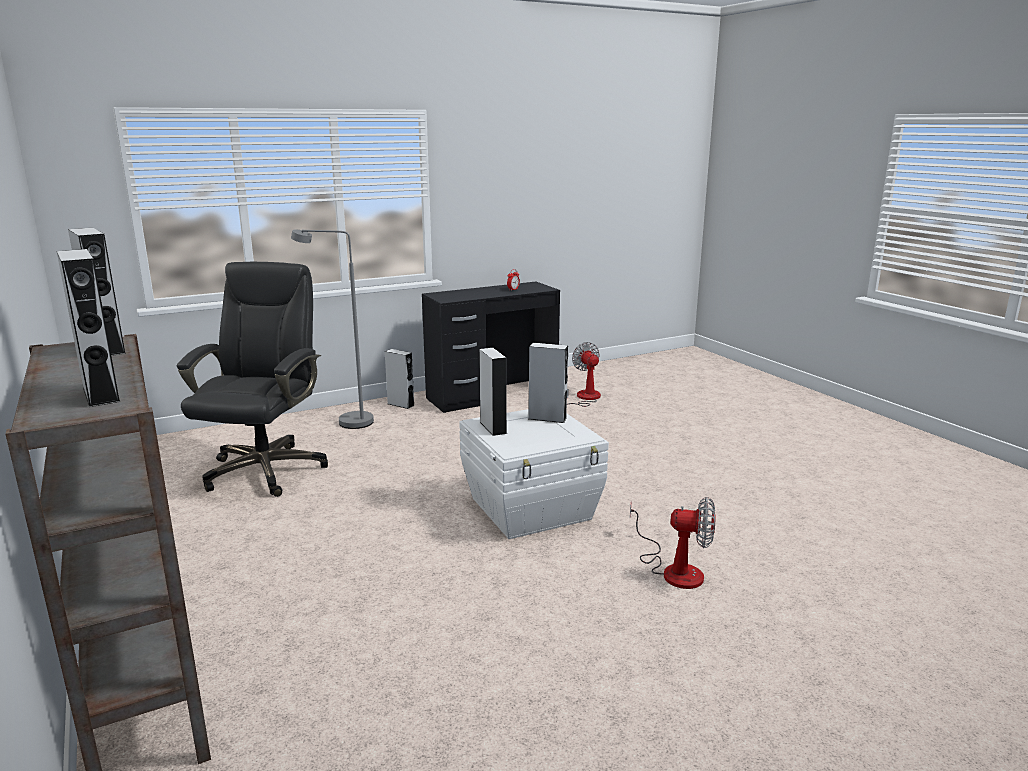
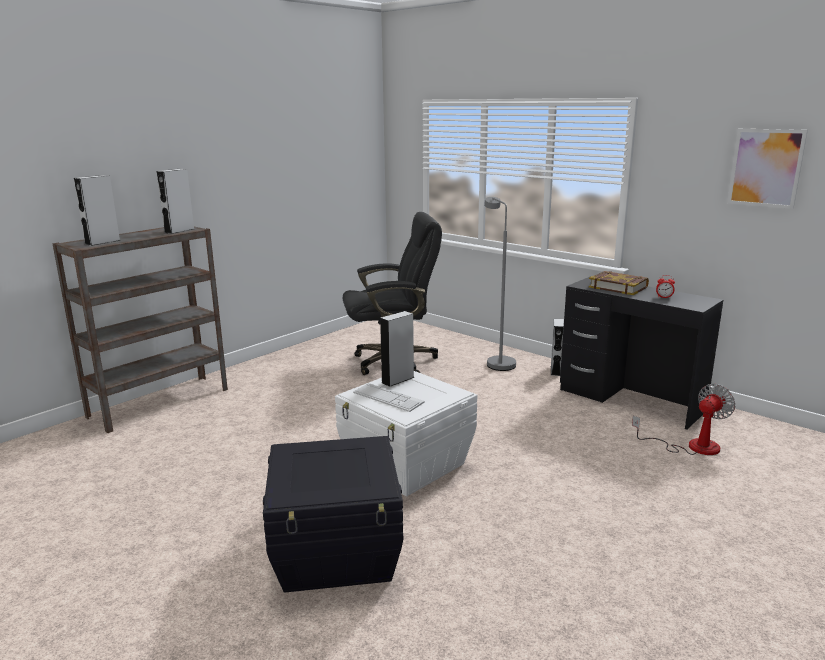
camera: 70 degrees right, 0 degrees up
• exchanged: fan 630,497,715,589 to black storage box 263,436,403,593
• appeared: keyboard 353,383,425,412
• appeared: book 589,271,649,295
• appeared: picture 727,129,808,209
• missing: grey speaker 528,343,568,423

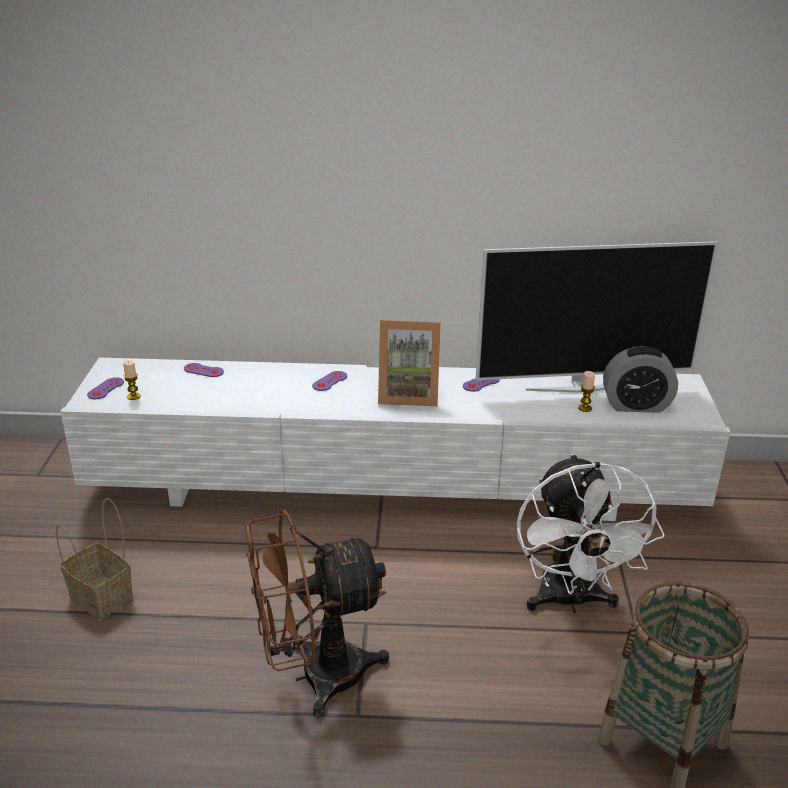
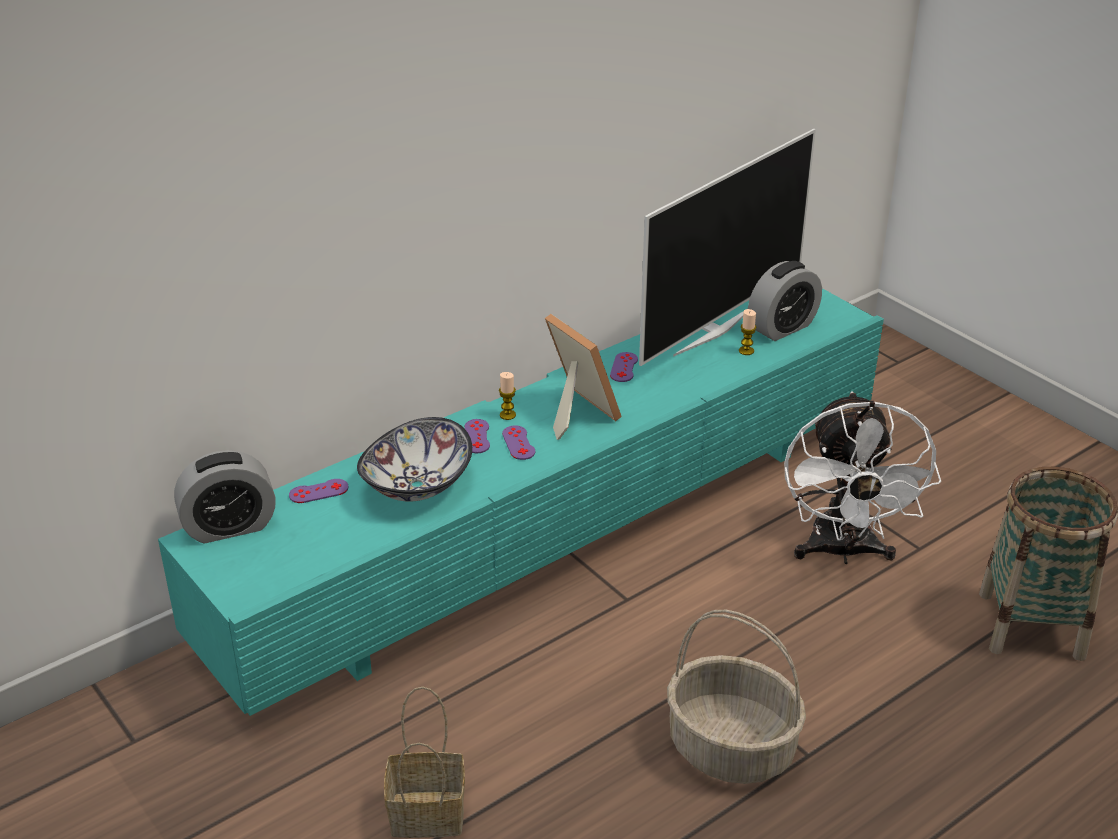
camera: 40 degrees left, 5 degrees up
• colour: white tv stand 60,358,731,521 to turquoise tv stand 158,288,884,716
• appeared: alarm clock 174,450,276,544
• appeared: bowl 357,417,472,502
• relocated: candle 123,360,141,400 to 499,372,516,420
• relocated: purple game controller 87,377,124,399 to 502,425,535,460
• spun: picture frame 378,320,441,406 = 545,314,622,440 90 degrees counterclockwise
• exchanged: brown fan 245,510,389,718 to basket 667,610,806,784
• spun: white fan 517,454,665,614 = 784,391,941,564 45 degrees clockwise

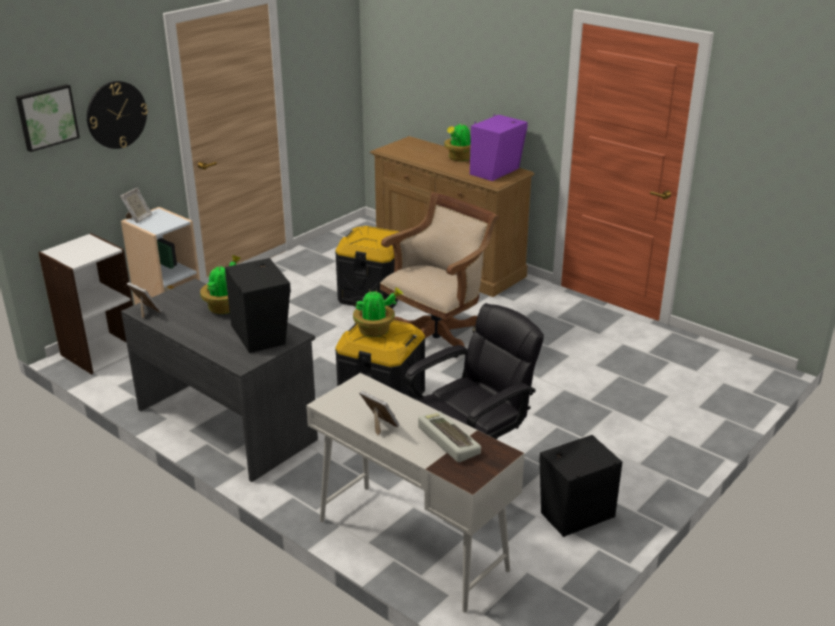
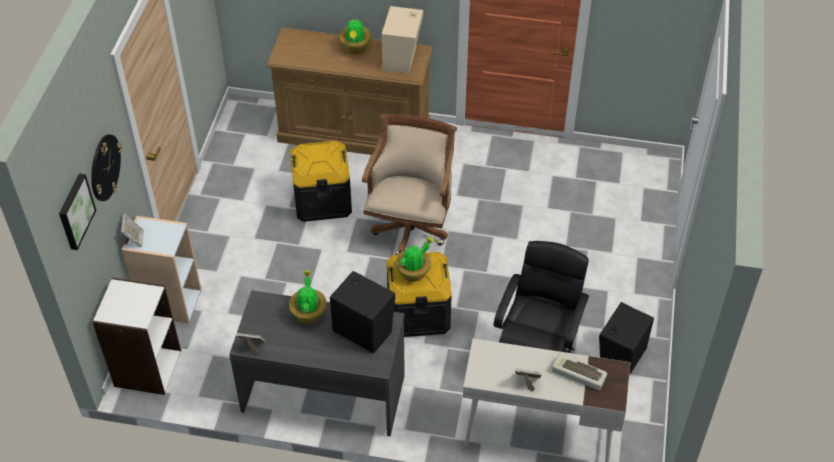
camera: 30 degrees left, 20 degrees up
• colour: purple speaker 470,114,528,181 to beige speaker 382,6,423,74

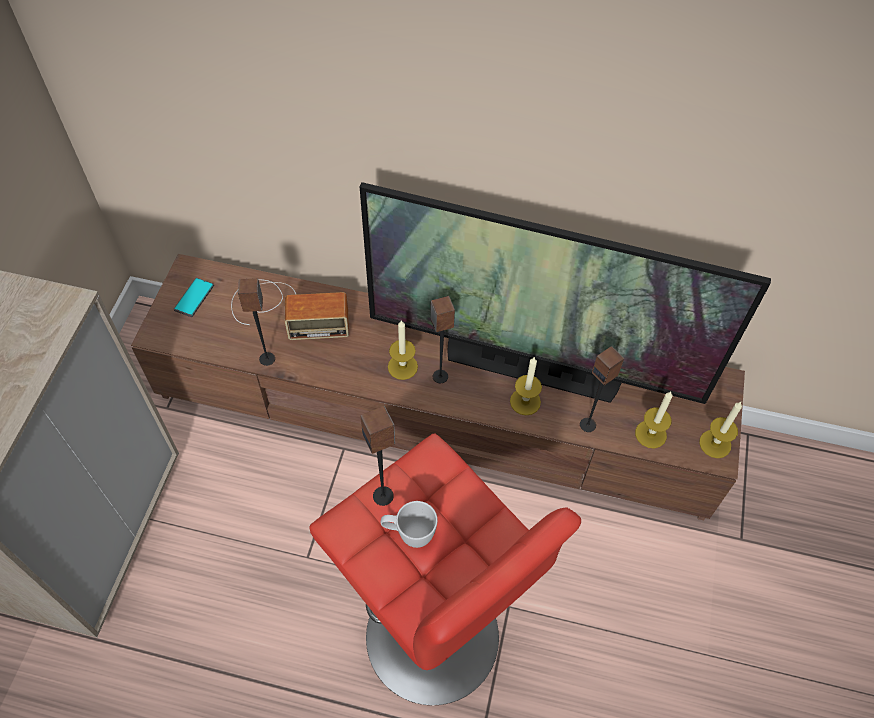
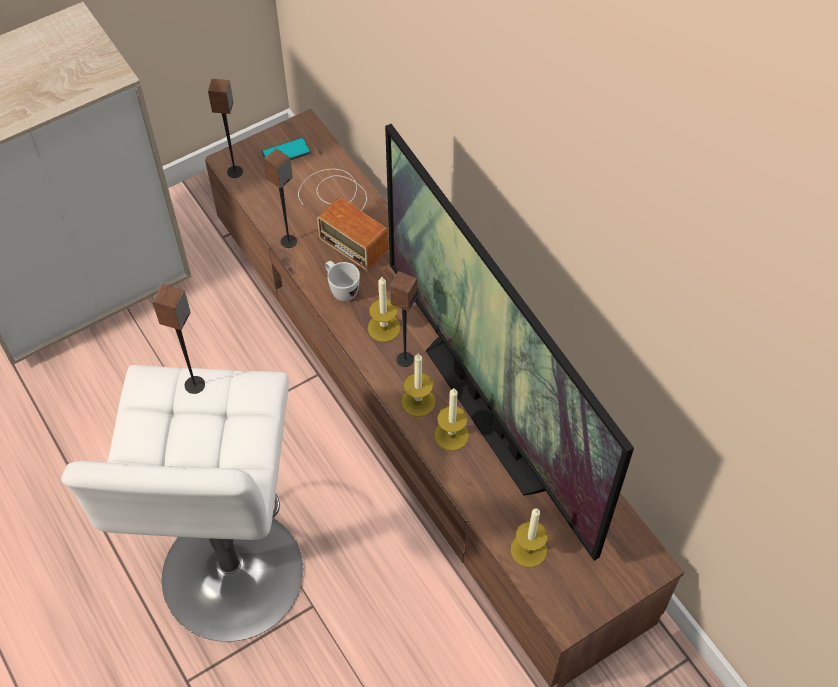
camera: 45 degrees right, 0 degrees up
• colour: red stool 310,434,581,705 to white stool 61,365,303,642
• relocated: speaker 580,346,624,432 to 208,79,243,178
• relocated: white mug 381,501,438,548 to 325,261,360,301
• relocated: candle 699,402,742,458 to 401,353,435,417

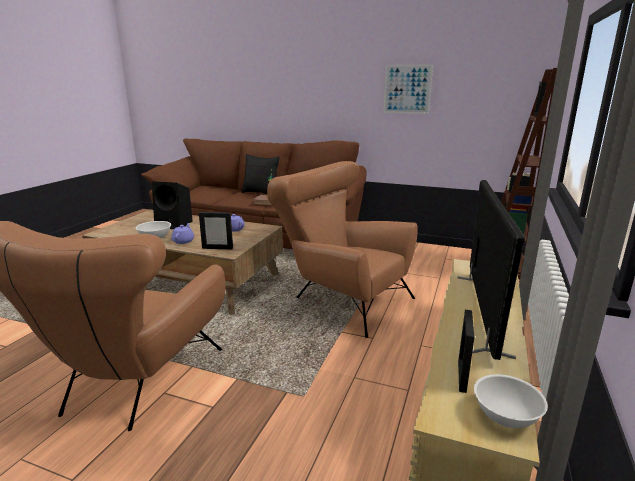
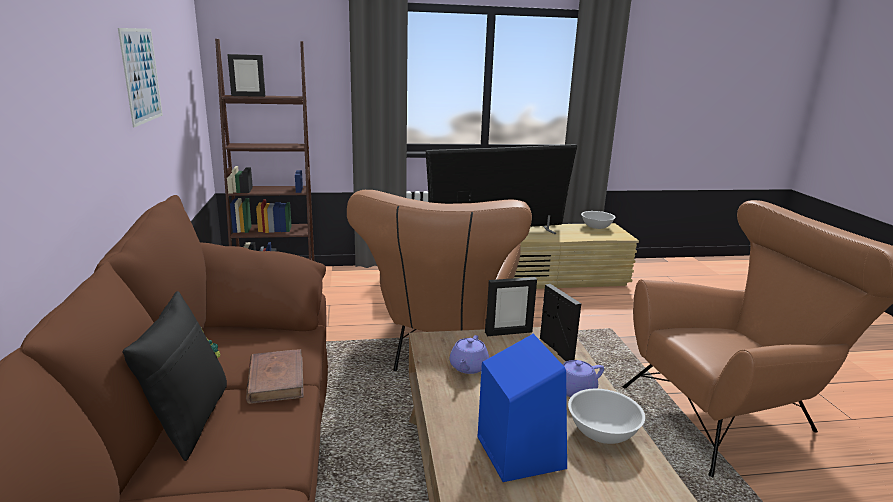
camera: 120 degrees left, 0 degrees up
• colour: black speaker 152,181,193,229 to blue speaker 478,334,567,482
• relocated: picture frame 458,310,474,393 to 485,277,537,336

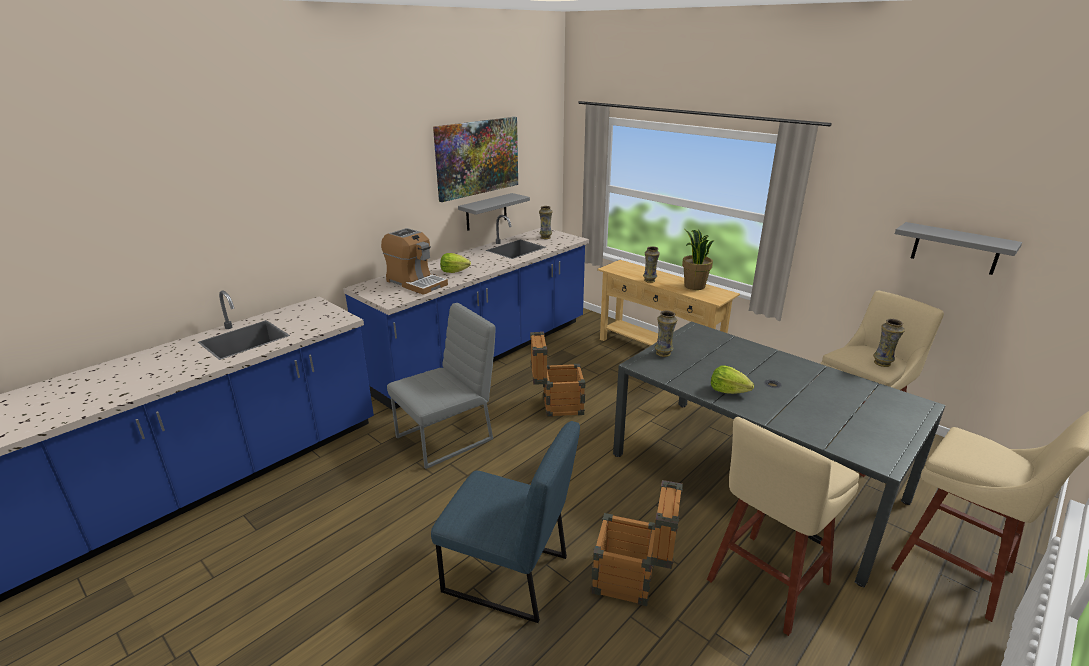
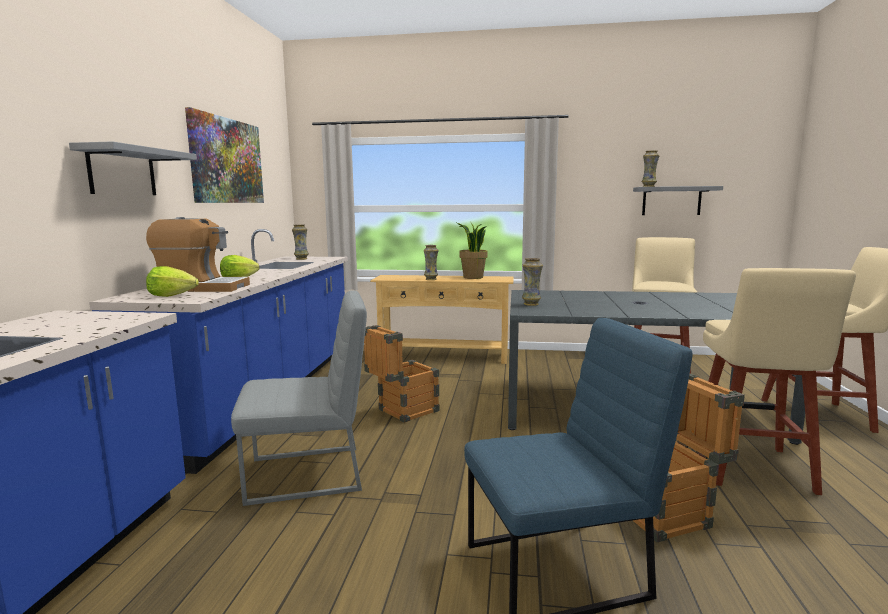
camera: 35 degrees left, 15 degrees down
• relocated: grey shelf 458,193,530,231 to 69,141,197,195
• relocated: lettuce 711,365,754,394 to 146,266,199,297
• spun: grey chair 387,303,496,469 = 231,290,367,506 60 degrees clockwise
• relocated: vase 873,319,905,367 to 641,150,659,187

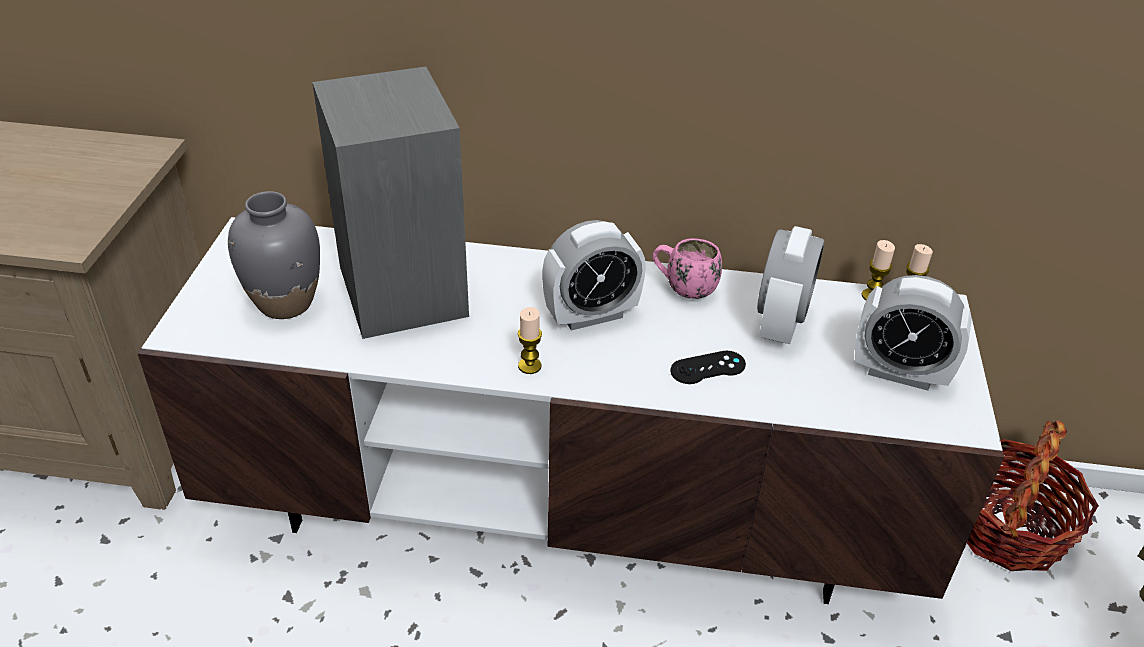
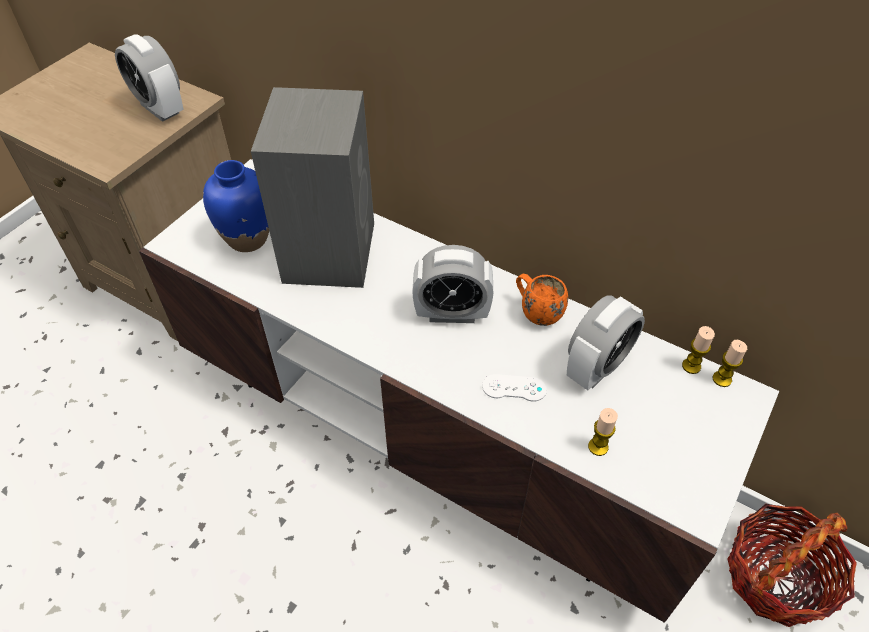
camera: 25 degrees right, 10 degrees up
• relocated: alarm clock 855,275,972,391 to 115,34,184,122
• colour: grey vase 228,191,320,319 to blue vase 203,160,269,252
• colour: black game controller 671,351,746,384 to white game controller 482,374,547,402
• colour: pink mug 653,238,722,299 to orange mug 516,274,568,326
• relocated: candle 518,307,542,374 to 588,408,618,456

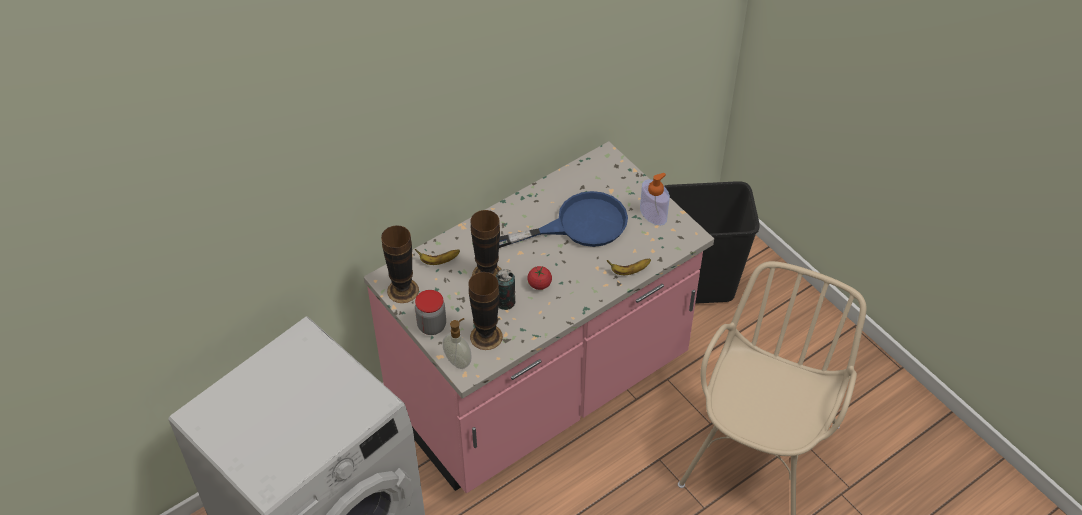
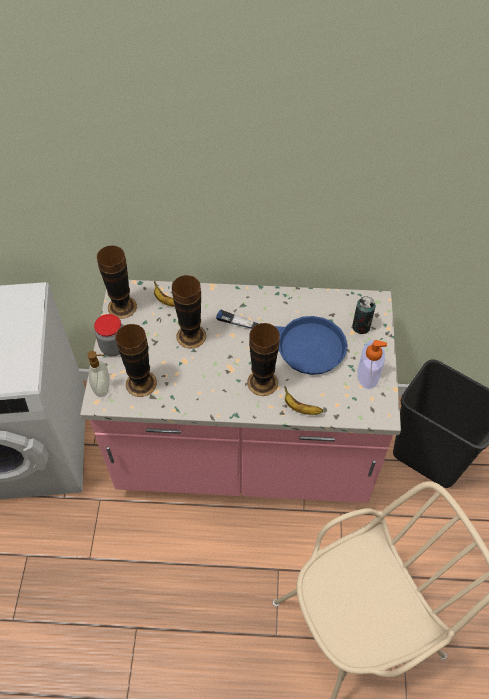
camera: 40 degrees right, 5 degrees up
• appeared: vase 247,323,280,396
• relocated: can 496,269,515,310 to 352,296,376,334
• missing: tomato 527,266,552,290

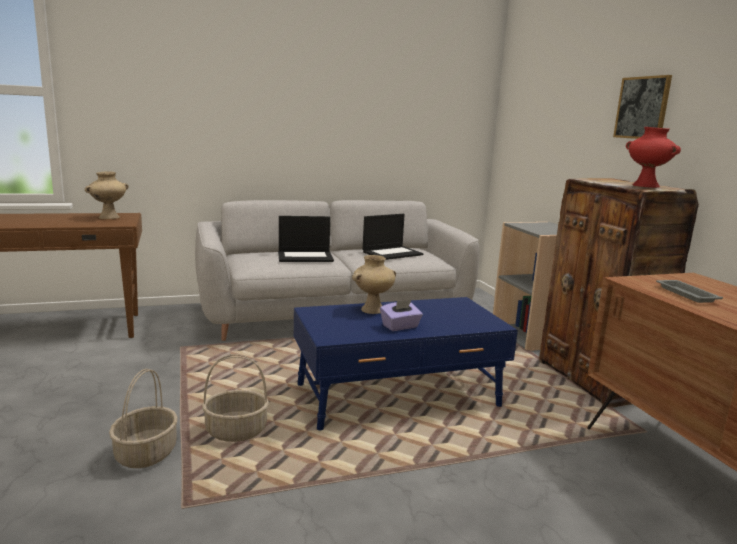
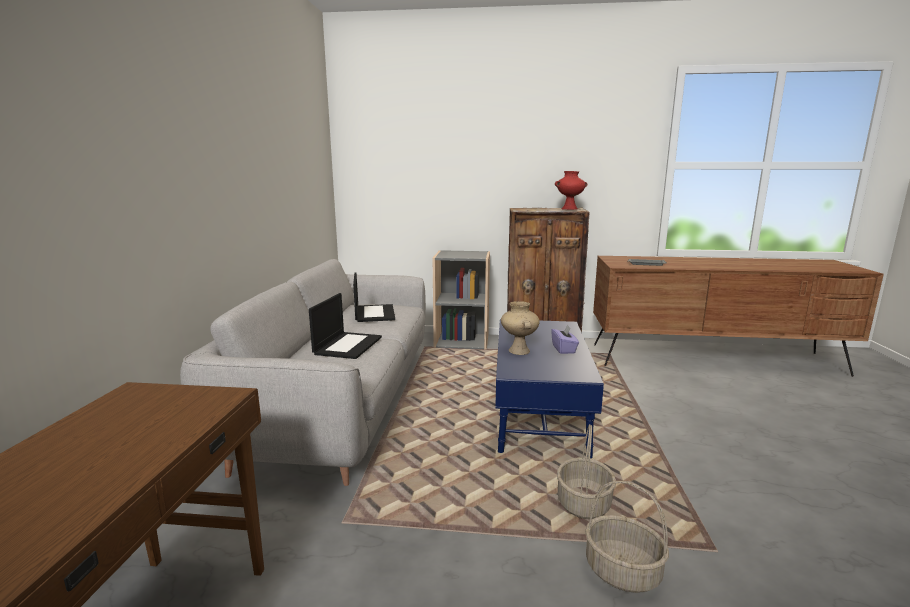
camera: 65 degrees left, 0 degrees up
• missing: beige vase 85,171,129,219
• missing: picture 613,75,672,139

